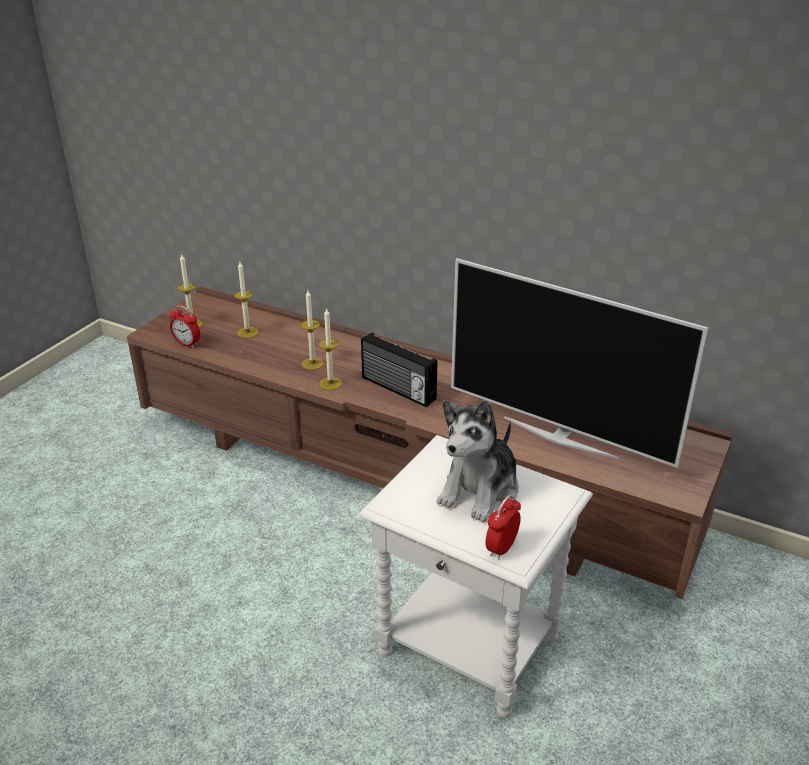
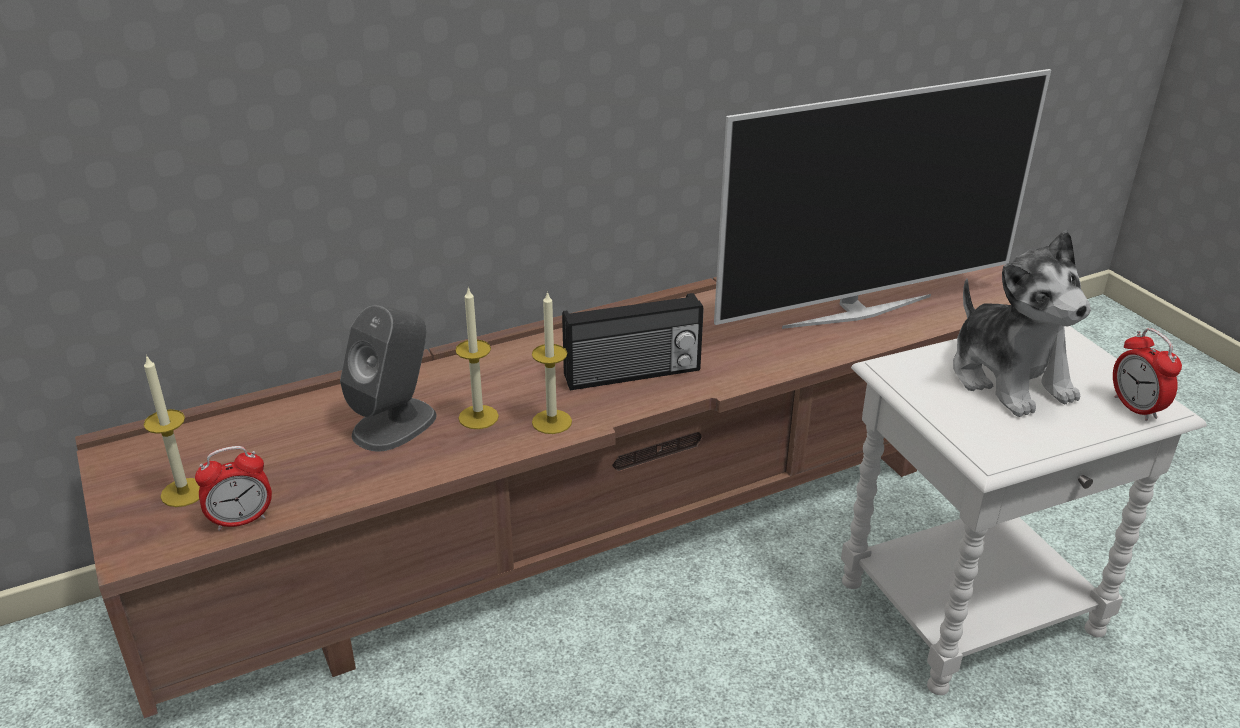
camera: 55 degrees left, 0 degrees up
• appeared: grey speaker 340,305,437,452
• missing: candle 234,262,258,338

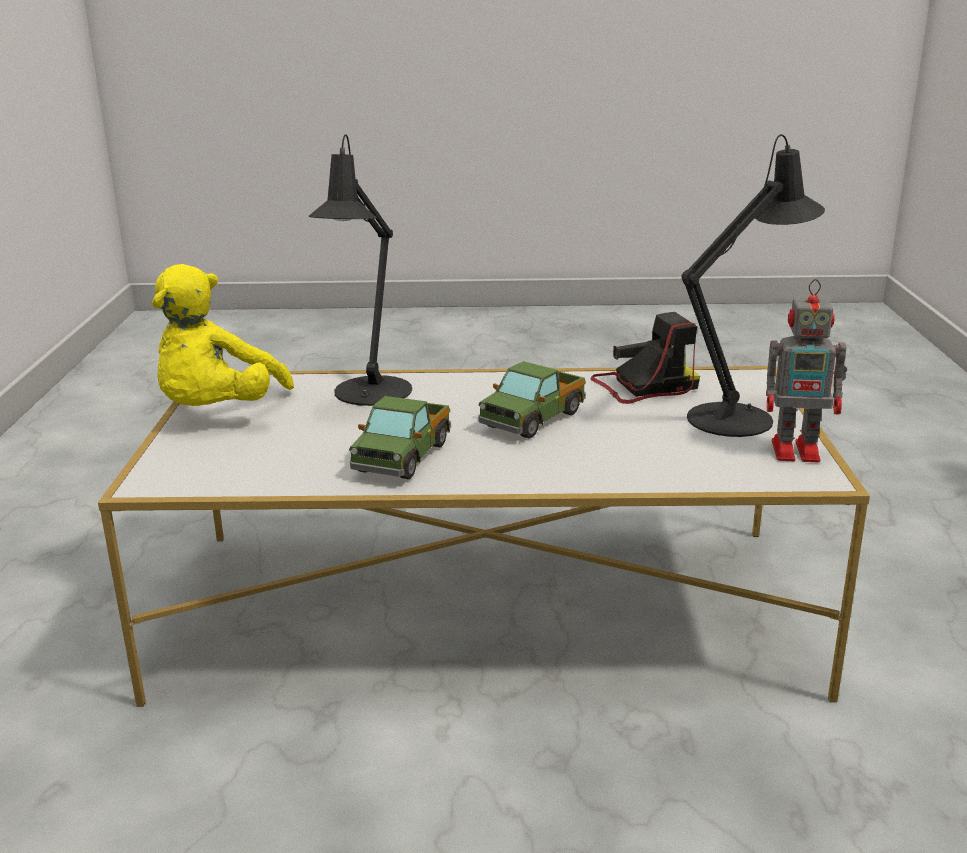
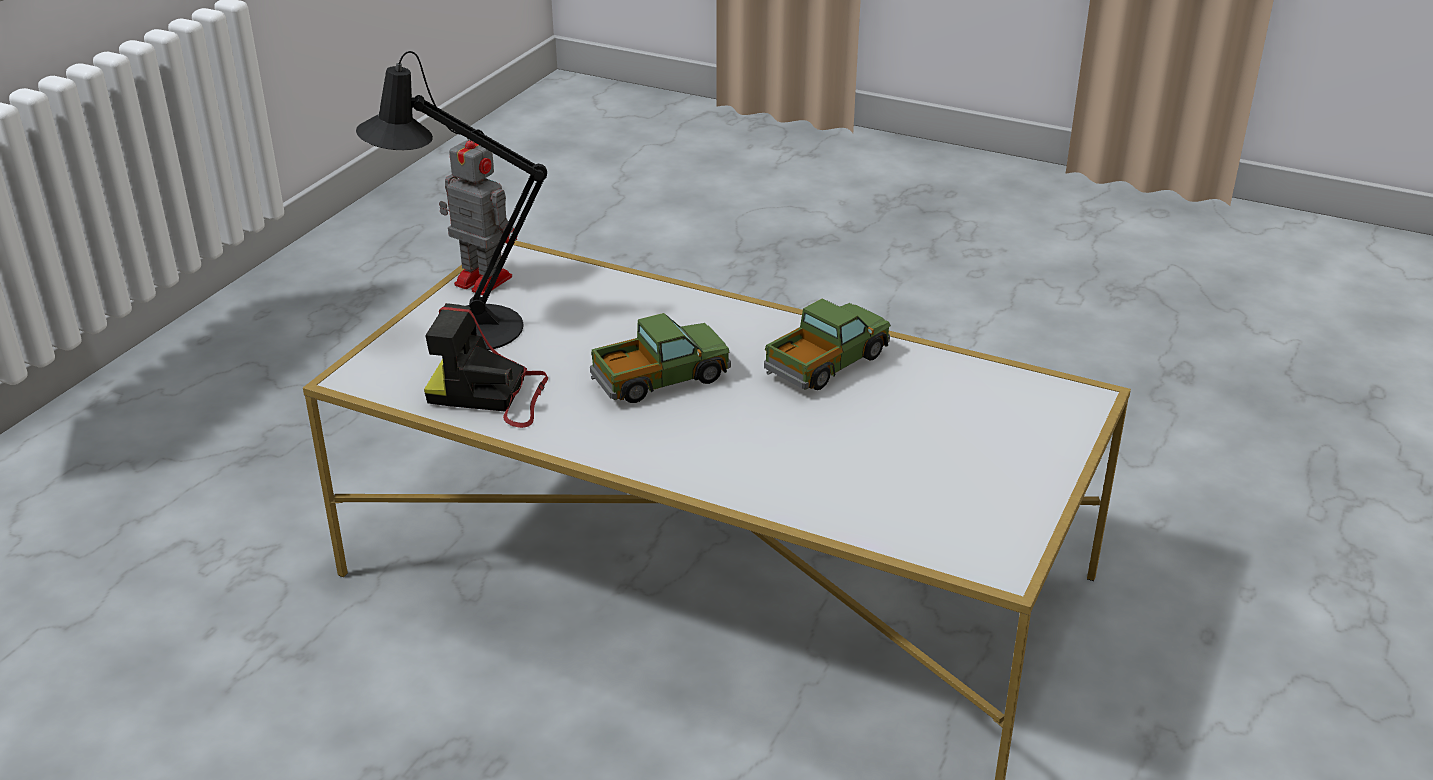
camera: 155 degrees left, 10 degrees up
• missing: yellow plush toy 152,264,294,406
• missing: black table lamp 309,134,412,406

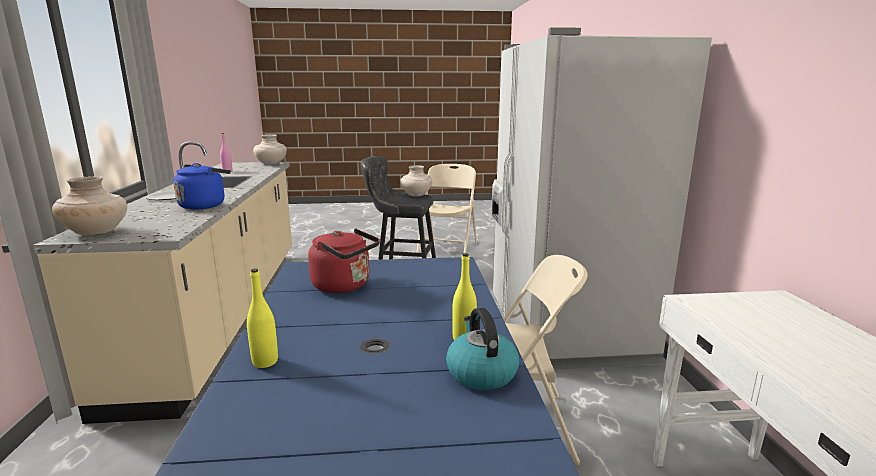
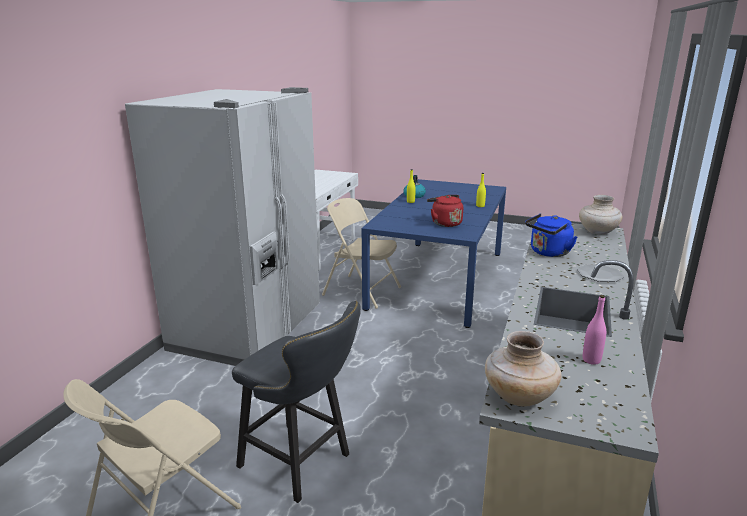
camera: 155 degrees left, 5 degrees up
• missing: beige vase 400,165,432,197

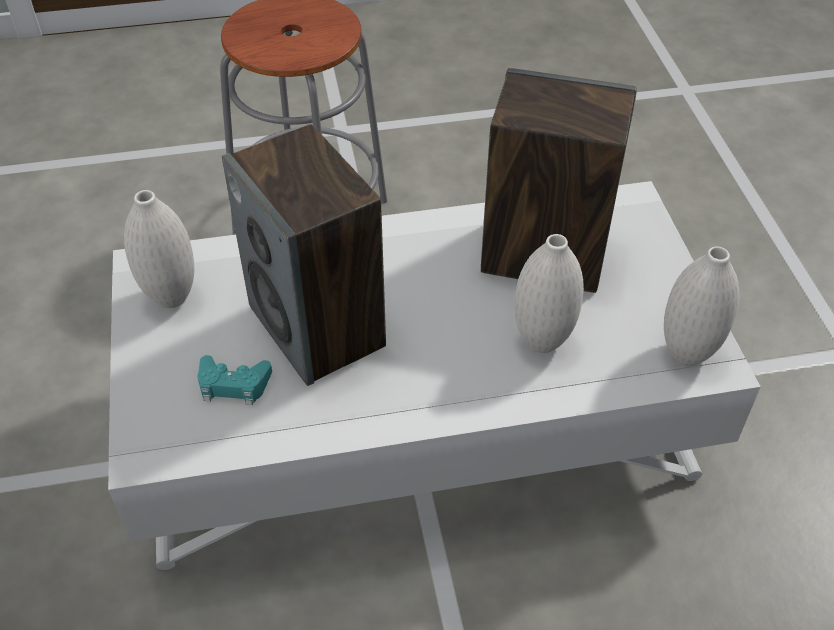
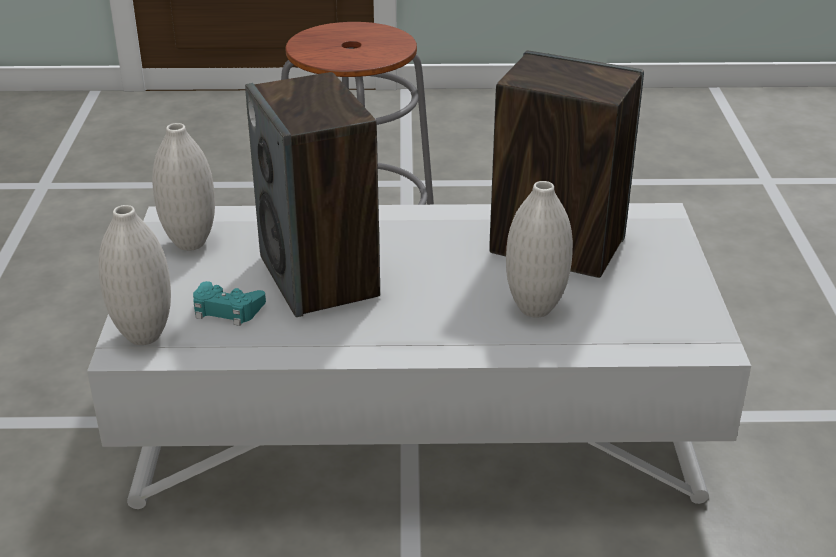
camera: 10 degrees right, 15 degrees down
• relocated: white vase 664,246,739,366 to 98,205,171,345

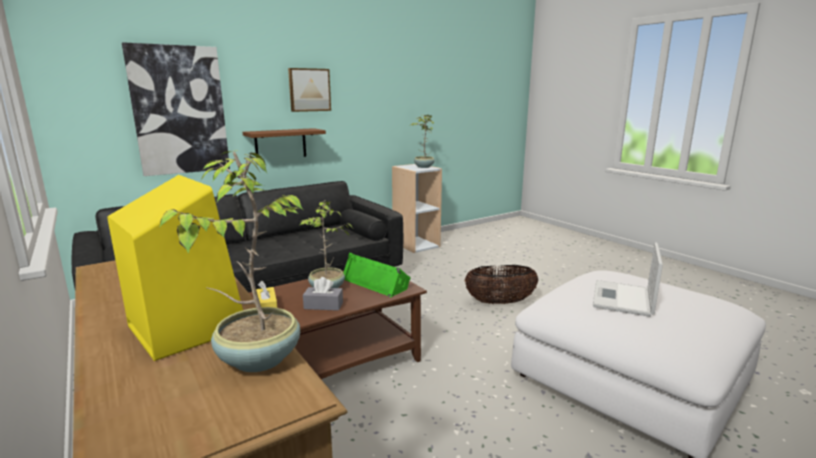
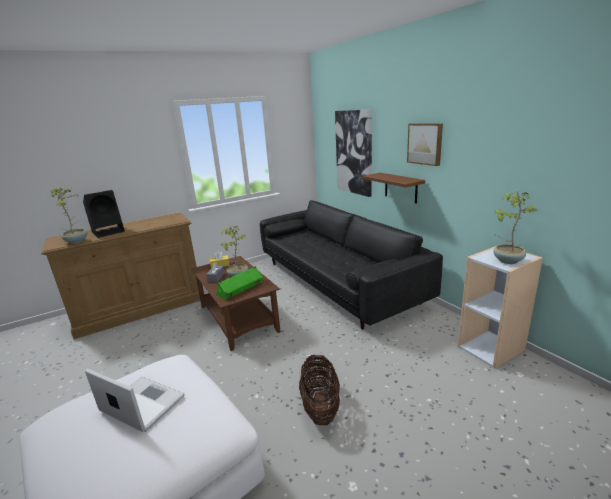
camera: 95 degrees right, 5 degrees up
• colour: yellow speaker 107,175,243,361 to black speaker 83,190,125,238

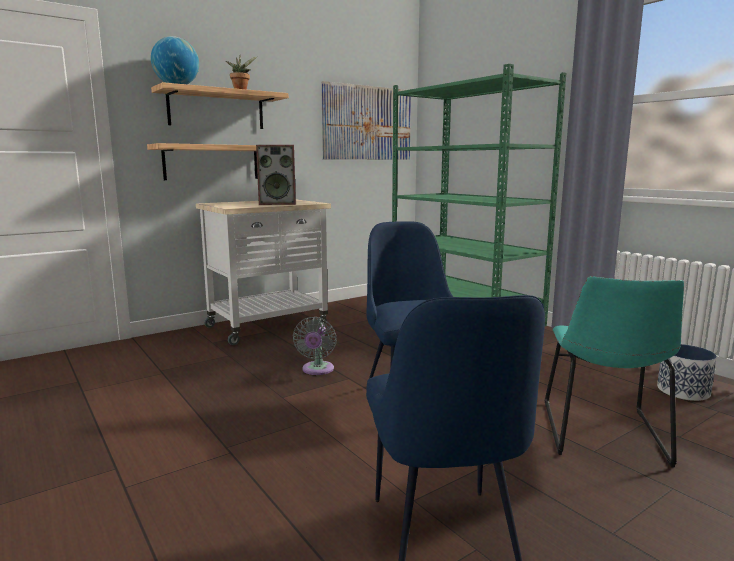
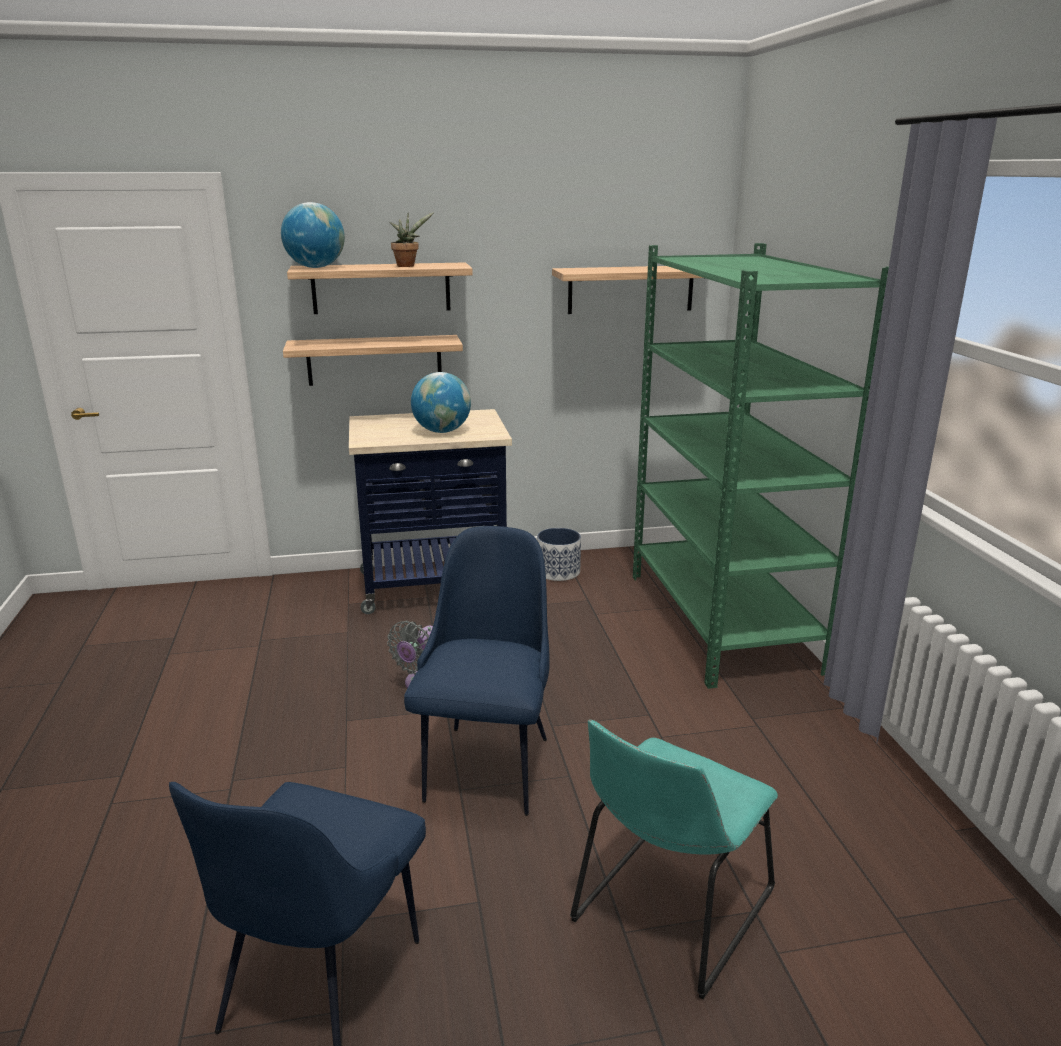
camera: 25 degrees right, 10 degrees up
• colour: white cart 196,200,331,345 to blue cart 349,409,512,614
• exchanged: speaker 256,145,296,205 to globe 411,372,471,433
• relocated: planter 657,344,717,401 to 537,528,581,581
• exchanged: picture 321,81,411,160 to shelf 552,266,703,314

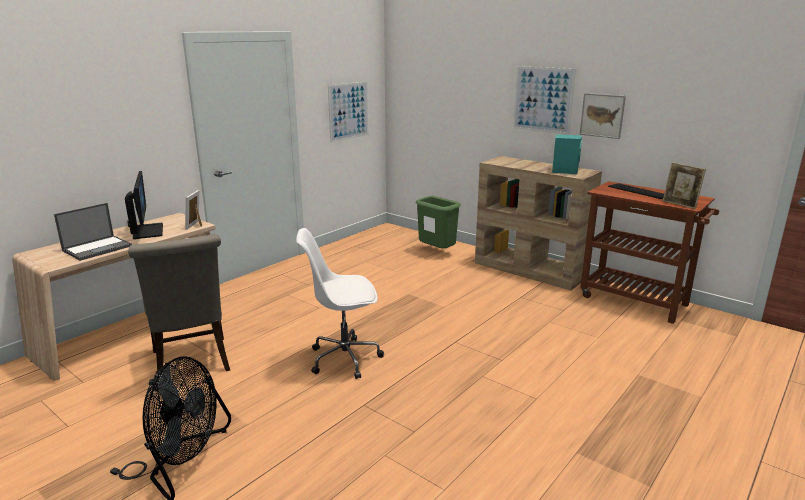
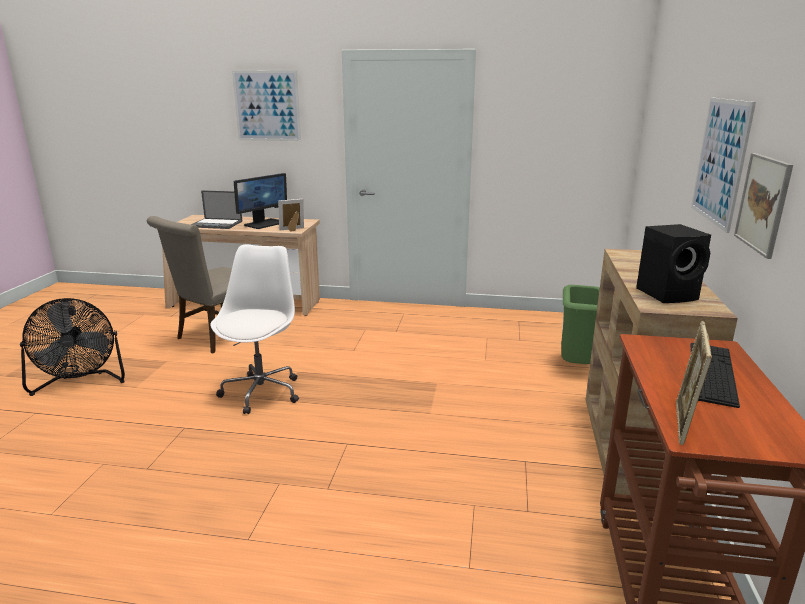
camera: 60 degrees right, 0 degrees up
• spun: white office chair 296,228,384,379 = 210,245,299,414 45 degrees clockwise
• relocated: picture 328,82,368,142 to 232,71,301,141
• colour: turquoise speaker 552,134,582,174 to black speaker 636,224,711,303

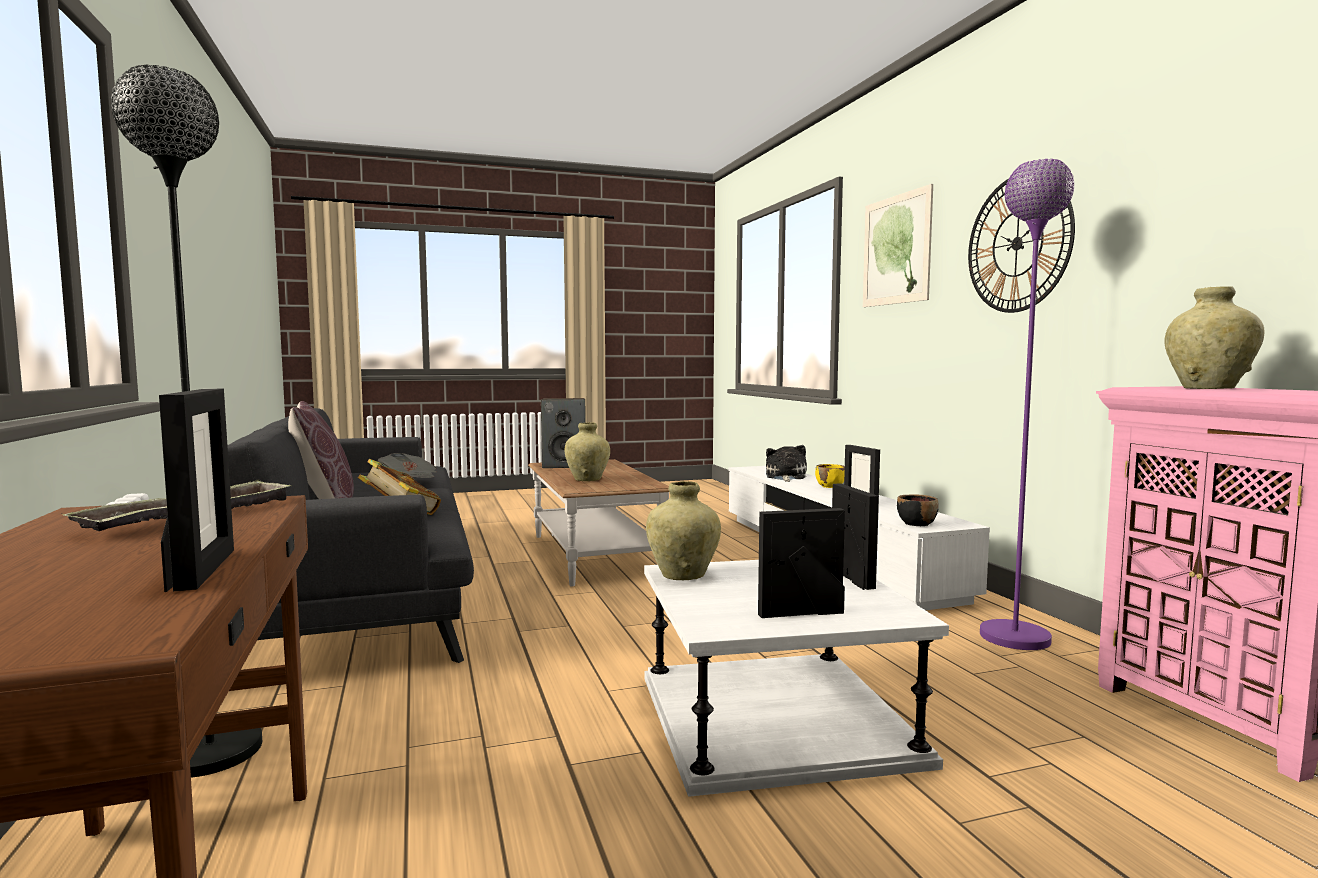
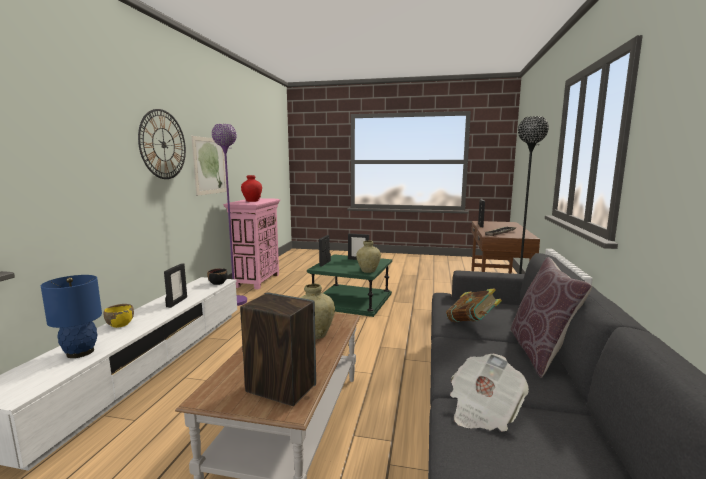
camera: 150 degrees left, 5 degrees up
• exchanged: plush toy 766,445,807,482 to blue table lamp 41,275,102,358
• relocated: picture 863,184,933,307 to 192,136,227,196
• colour: beige vase 1164,286,1265,389 to red vase 241,175,262,202
• colour: white side table 644,560,949,797 to green side table 307,254,392,317

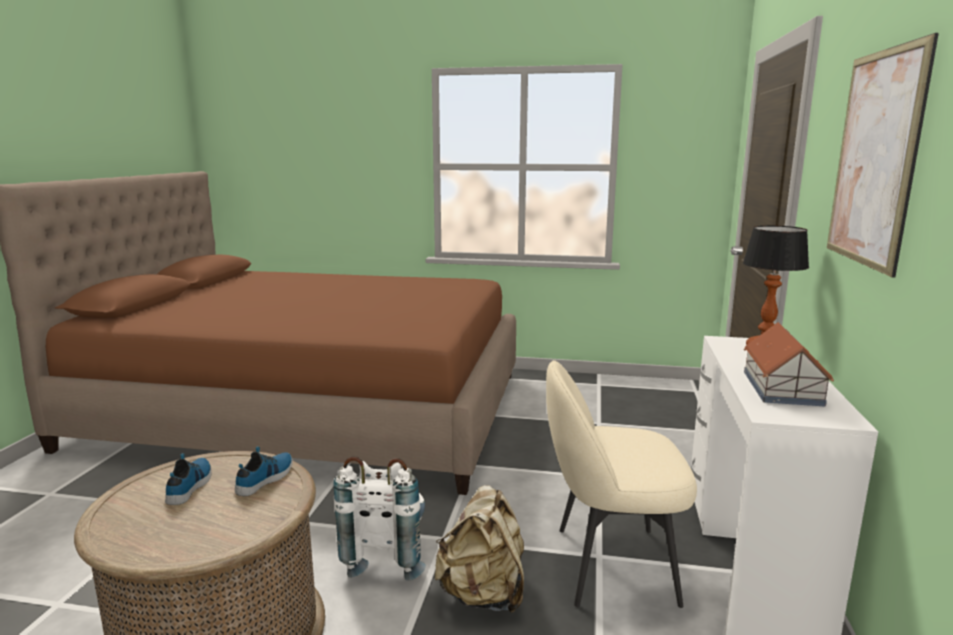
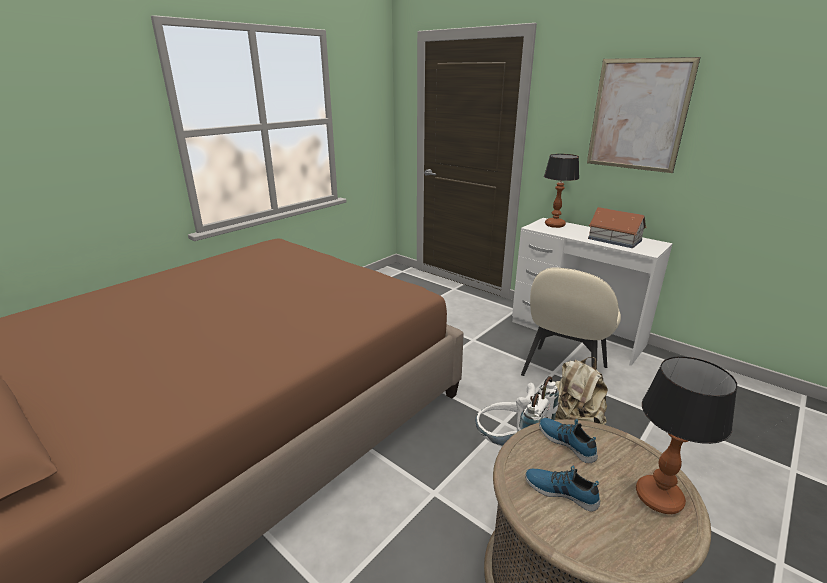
camera: 60 degrees left, 10 degrees up
• appeared: table lamp 636,356,737,514

